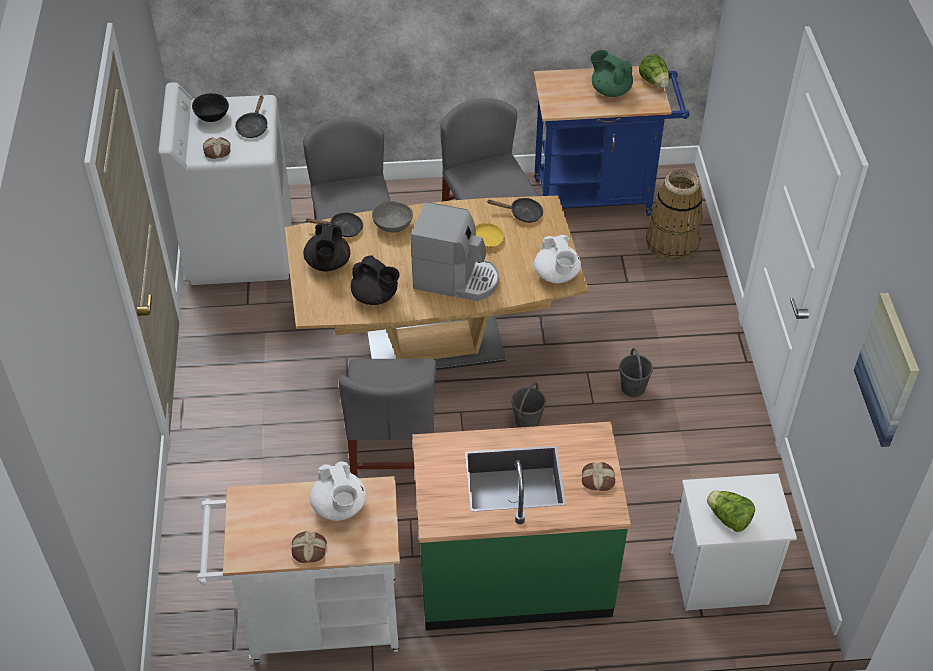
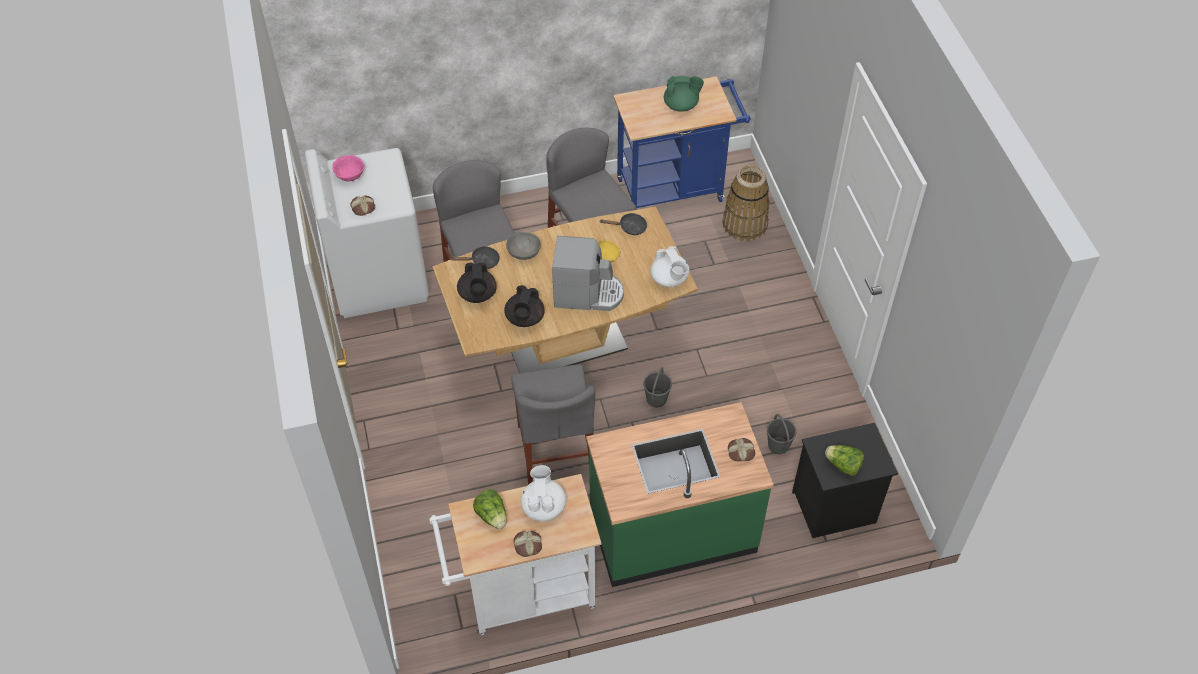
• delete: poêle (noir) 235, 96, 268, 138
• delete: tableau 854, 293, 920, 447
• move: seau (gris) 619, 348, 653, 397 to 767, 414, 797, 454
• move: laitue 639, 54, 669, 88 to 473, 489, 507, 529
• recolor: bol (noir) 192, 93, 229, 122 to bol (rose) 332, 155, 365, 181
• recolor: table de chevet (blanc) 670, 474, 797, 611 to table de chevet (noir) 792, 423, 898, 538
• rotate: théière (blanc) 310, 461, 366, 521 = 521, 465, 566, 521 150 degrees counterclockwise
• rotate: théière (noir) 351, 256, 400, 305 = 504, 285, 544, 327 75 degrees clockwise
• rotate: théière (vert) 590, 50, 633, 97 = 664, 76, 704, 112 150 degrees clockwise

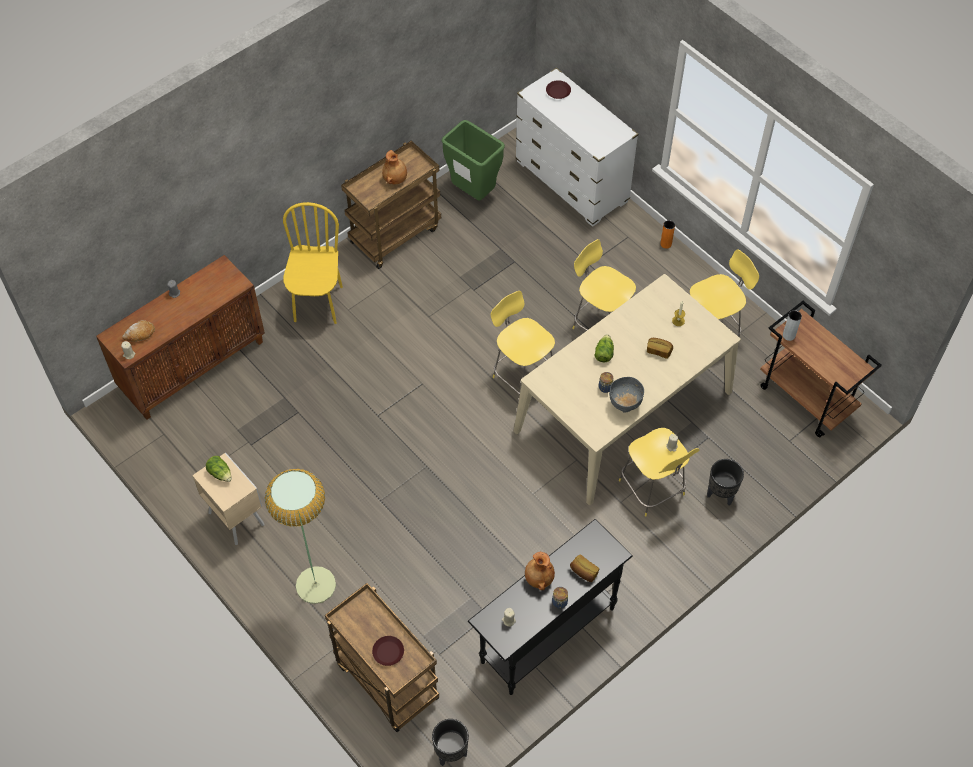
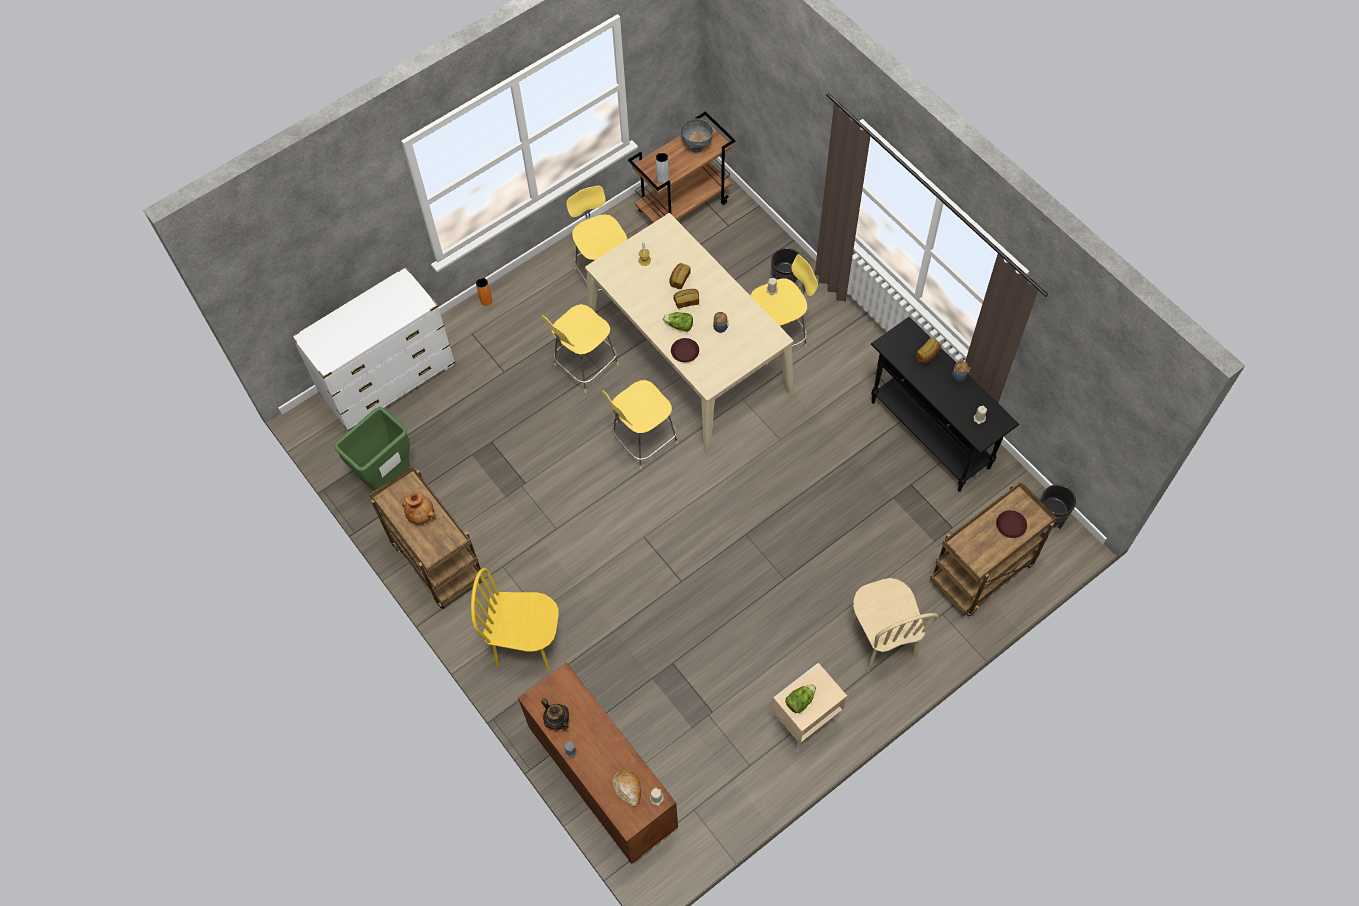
• delete: vase (marron) 525, 552, 555, 590
• insert: théière 541, 698, 569, 730
• insert: pain 673, 289, 699, 309
• move: assiette (marron) 546, 80, 571, 99 to 671, 338, 699, 362
• move: bol (gris) 609, 377, 644, 412 to 681, 118, 713, 153
• replace: lampadaire 265, 469, 336, 604 to chaise (beige) 850, 578, 939, 672

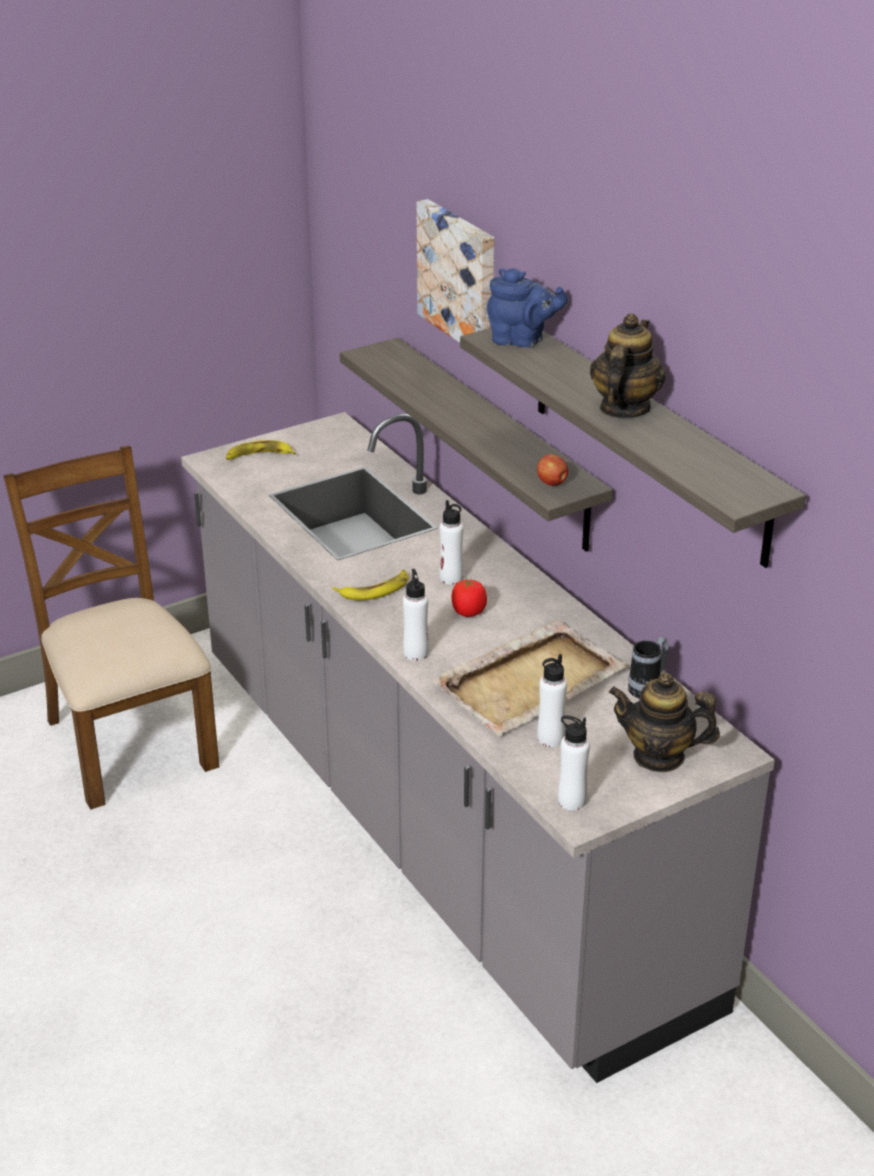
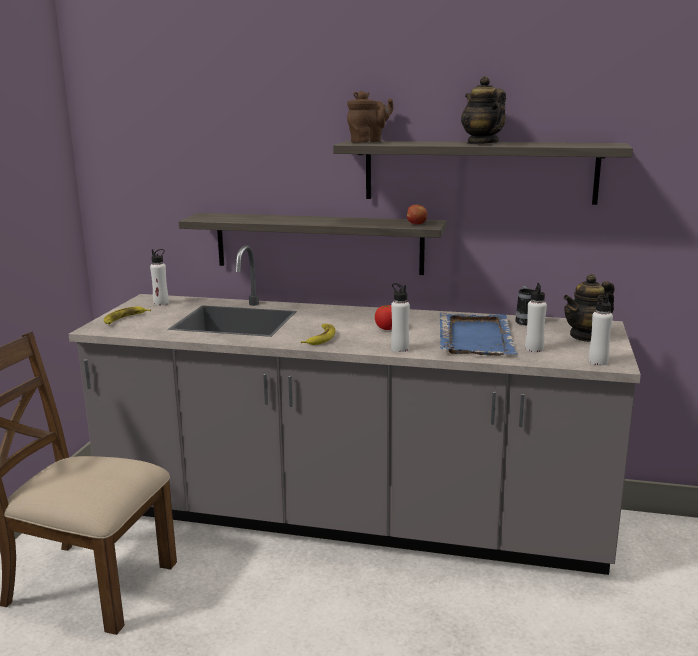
• delete: tableau 416, 199, 494, 343
• move: bouteille (blanc) 439, 500, 464, 585 to 150, 249, 169, 305
• recolor: plateau (beige) 431, 620, 627, 736 to plateau (bleu) 440, 313, 517, 356
• recolor: théière (bleu) 487, 268, 568, 347 to théière (marron) 347, 91, 393, 143

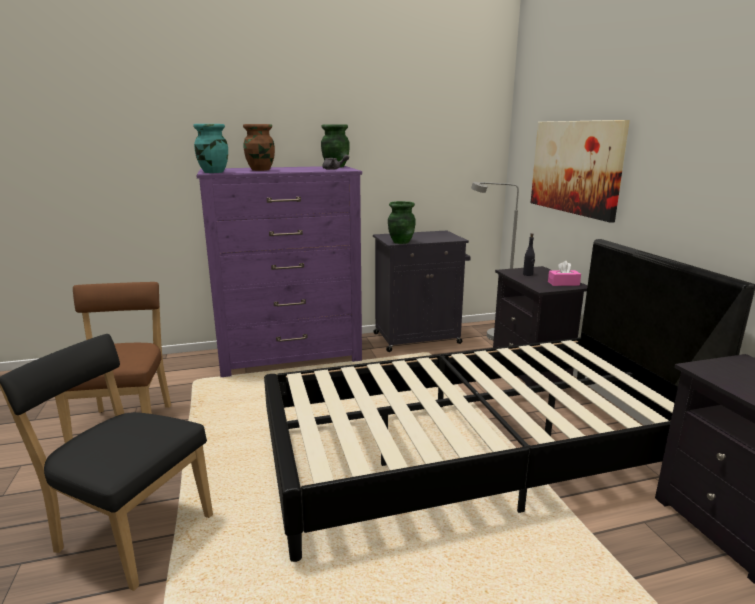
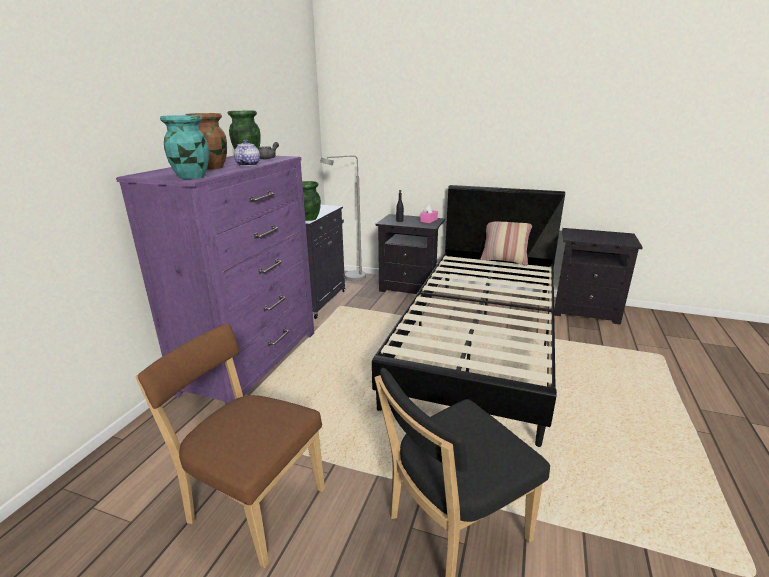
• delete: tableau 531, 120, 630, 223
• insert: théière 234, 140, 260, 166
• insert: coussin 481, 222, 532, 266

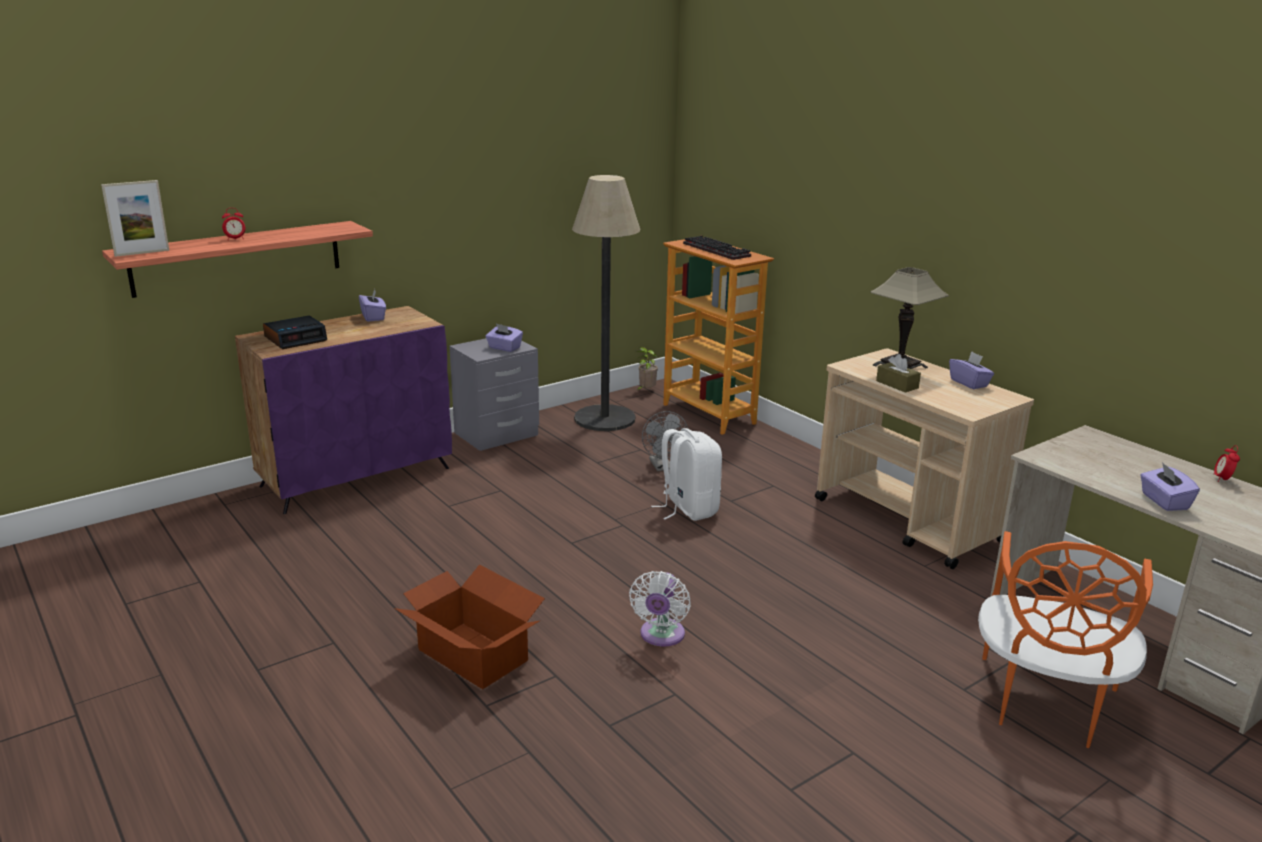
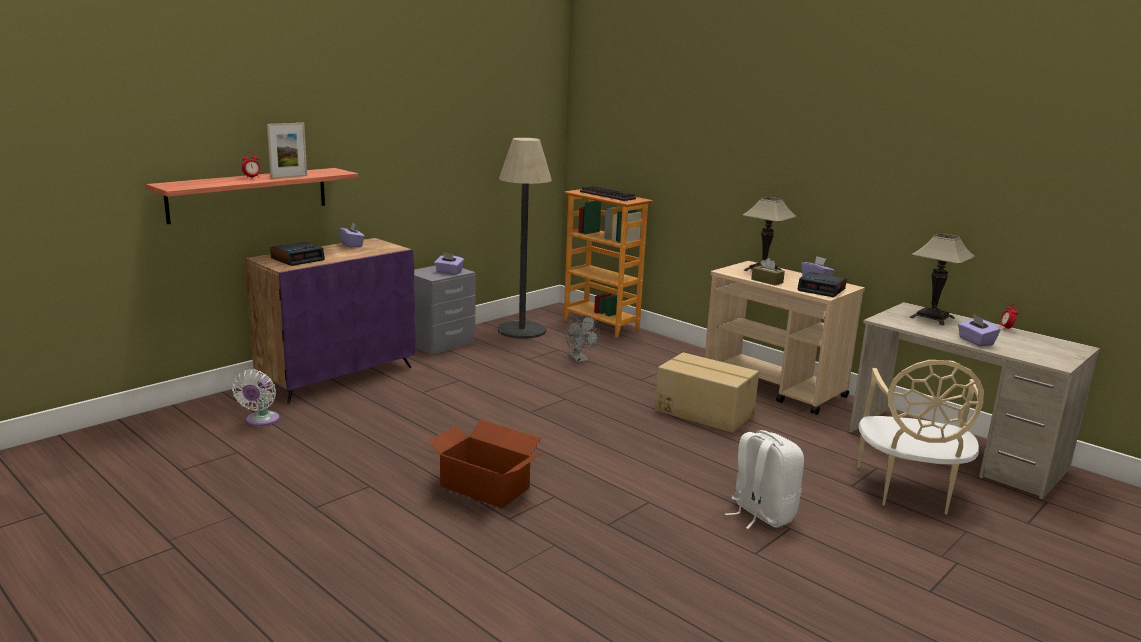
• delete: plante en pot 635, 347, 658, 392
• insert: carton 655, 352, 759, 433
• insert: réveil 797, 272, 847, 297
• insert: lampe de table 910, 233, 976, 325
• move: cadre photo 101, 180, 169, 257 to 267, 123, 307, 179
• move: ventilateur (blanc) 629, 571, 691, 646 to 232, 369, 280, 426
• move: sac à dos (blanc) 651, 428, 722, 521 to 725, 430, 804, 529
• recolor: chaise (orange) 978, 531, 1153, 748 to chaise (beige) 857, 360, 984, 515

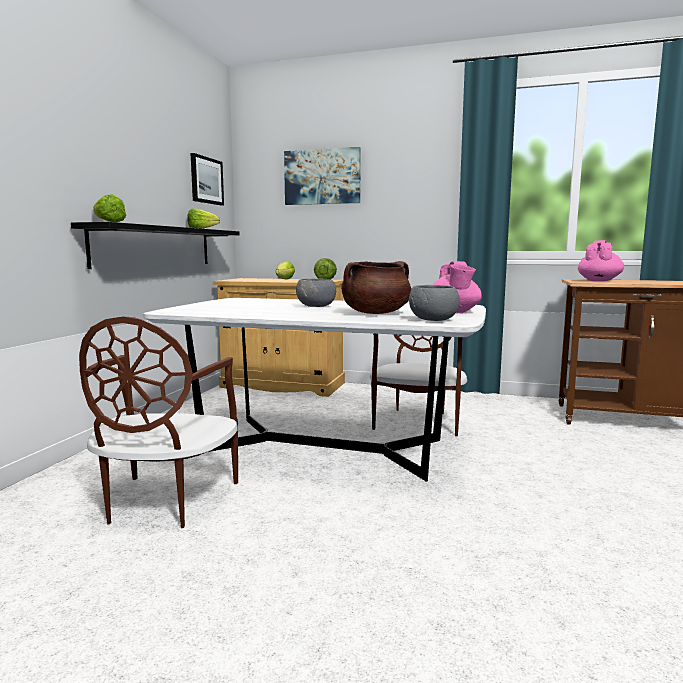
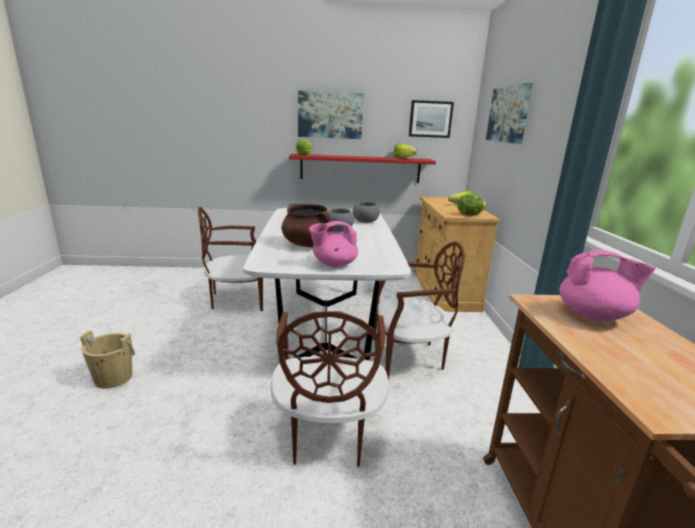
• insert: seau (beige) 80, 330, 135, 389
• insert: chaise (marron) 271, 311, 389, 467
• insert: tableau 298, 91, 364, 139
• move: bol (gris) 409, 285, 460, 321 to 353, 201, 380, 223
• recolor: étagère (noir) 71, 222, 240, 269 to étagère (rouge) 289, 154, 436, 183

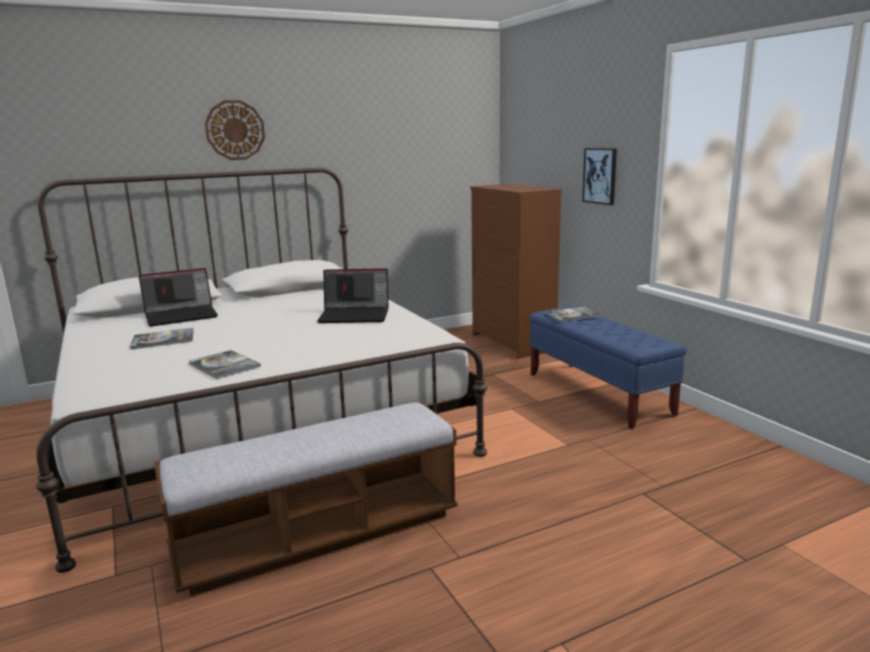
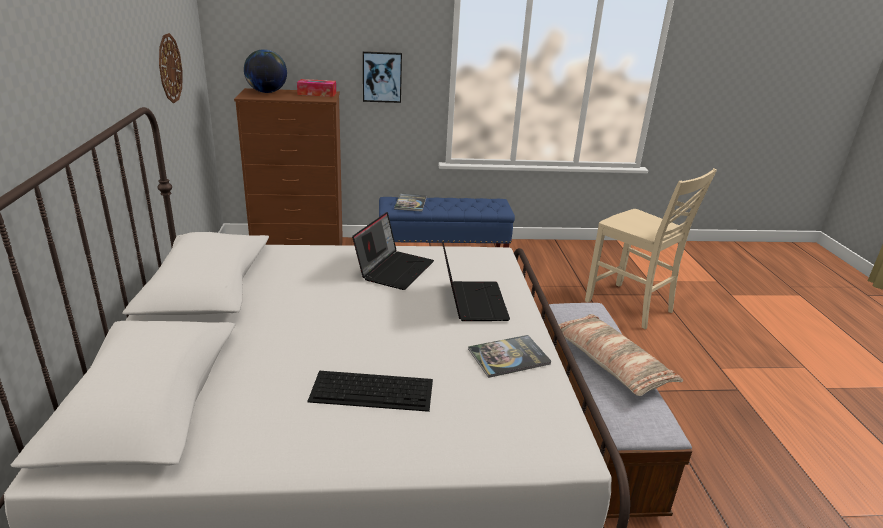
• insert: globe 244, 49, 287, 93
• insert: boîte à mouchoirs 297, 79, 336, 97
• insert: coussin 558, 314, 683, 396
• insert: chaise (beige) 585, 168, 717, 329
• move: ordinateur portable 139, 268, 218, 327 to 442, 242, 510, 321
• move: horloge murale 205, 100, 265, 160 to 159, 33, 183, 103
• replace: livre 130, 328, 193, 349 to clavier 307, 371, 433, 412

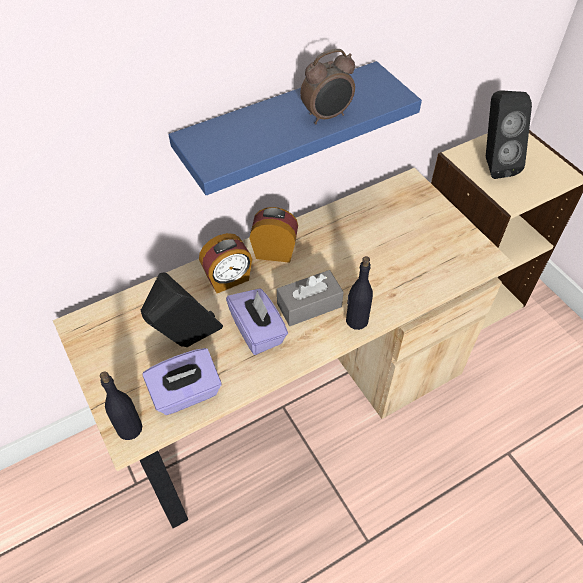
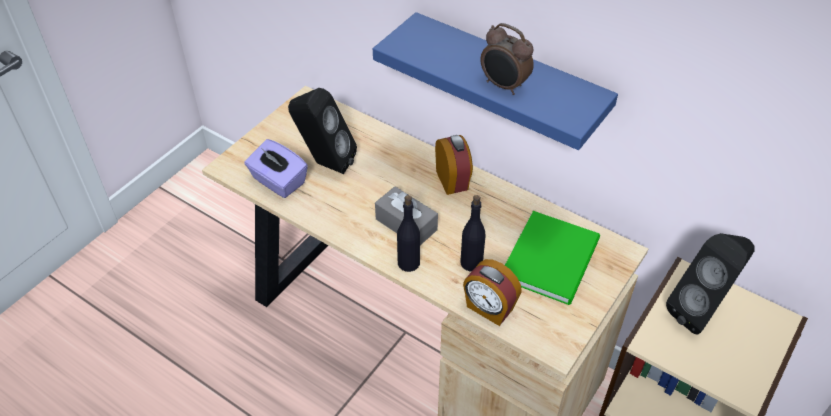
• delete: boîte à mouchoirs (violet) 226, 288, 288, 355
• insert: livre (vert) 505, 211, 600, 305
• move: bouteille (noir) 100, 372, 142, 440 to 460, 195, 485, 271
• move: réveil 199, 233, 252, 293 to 463, 259, 522, 326

